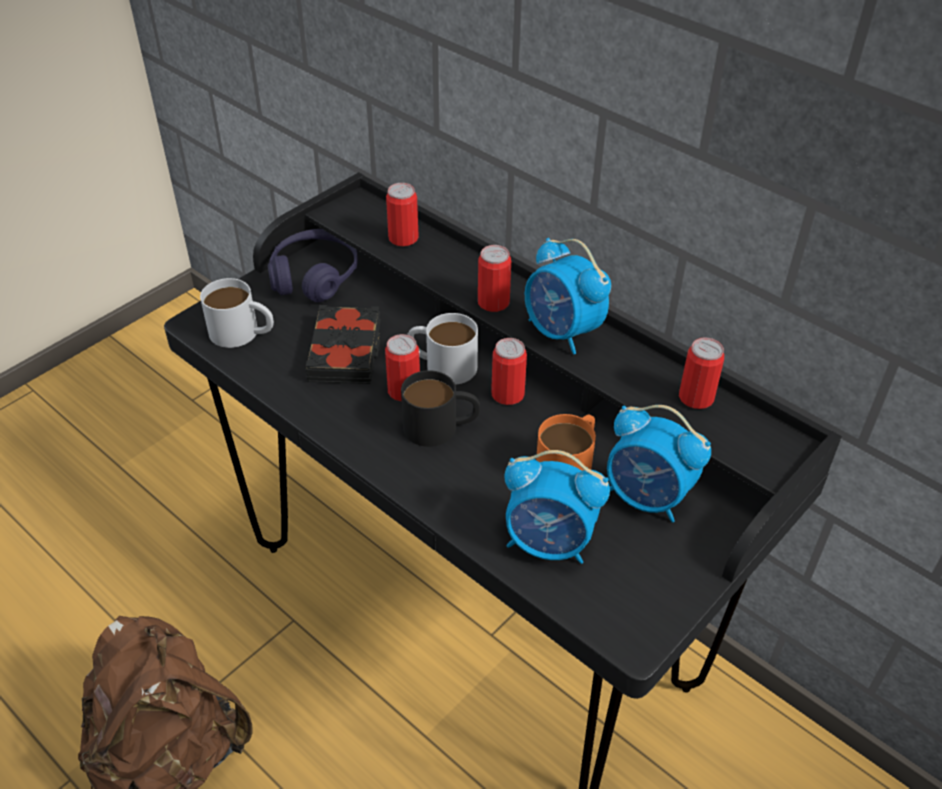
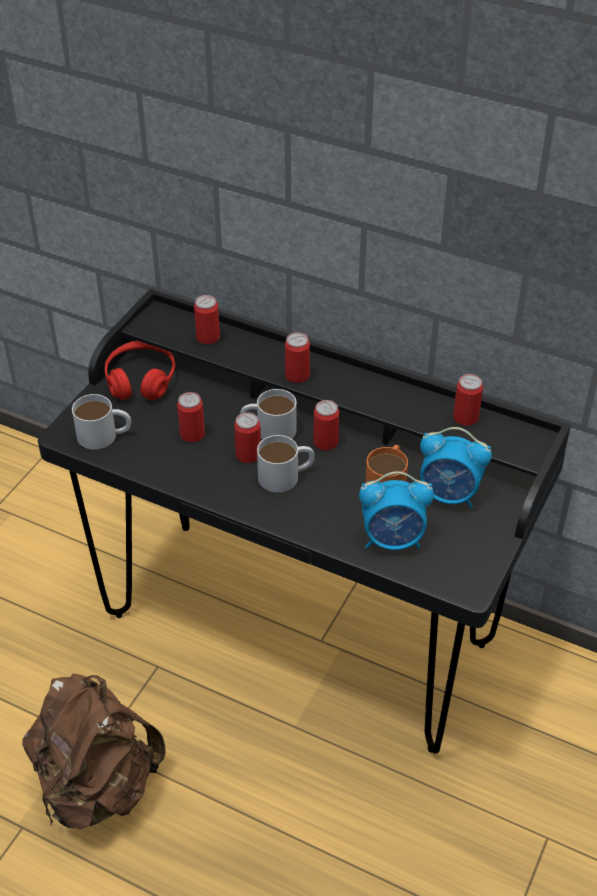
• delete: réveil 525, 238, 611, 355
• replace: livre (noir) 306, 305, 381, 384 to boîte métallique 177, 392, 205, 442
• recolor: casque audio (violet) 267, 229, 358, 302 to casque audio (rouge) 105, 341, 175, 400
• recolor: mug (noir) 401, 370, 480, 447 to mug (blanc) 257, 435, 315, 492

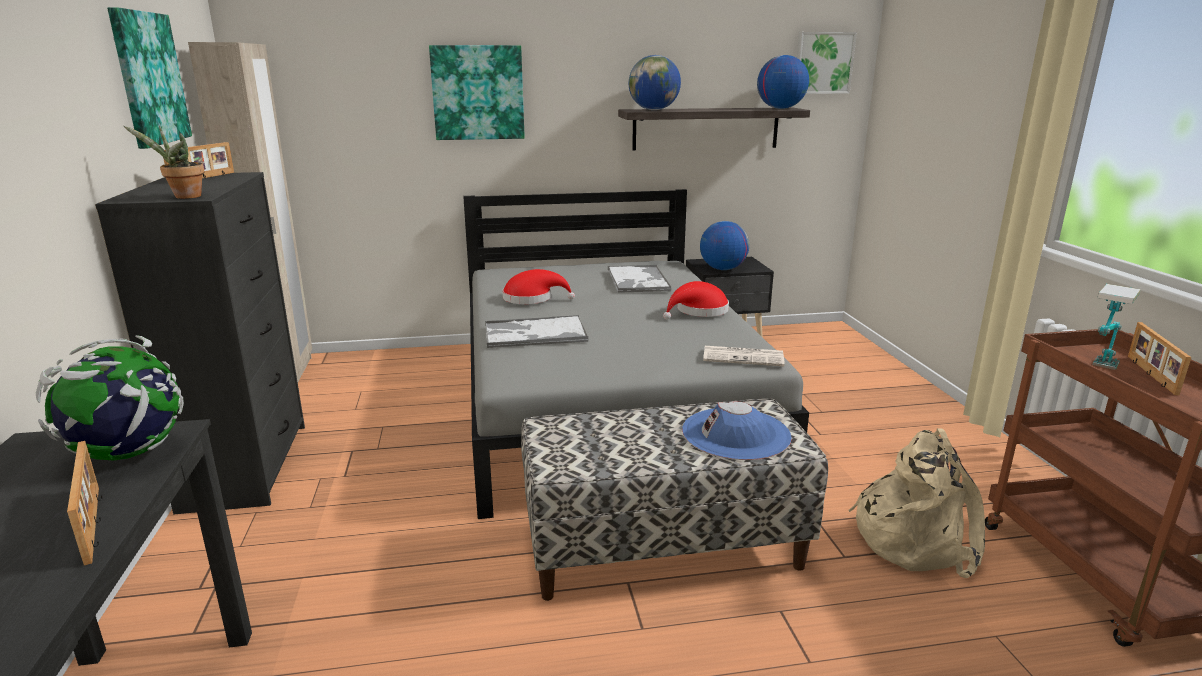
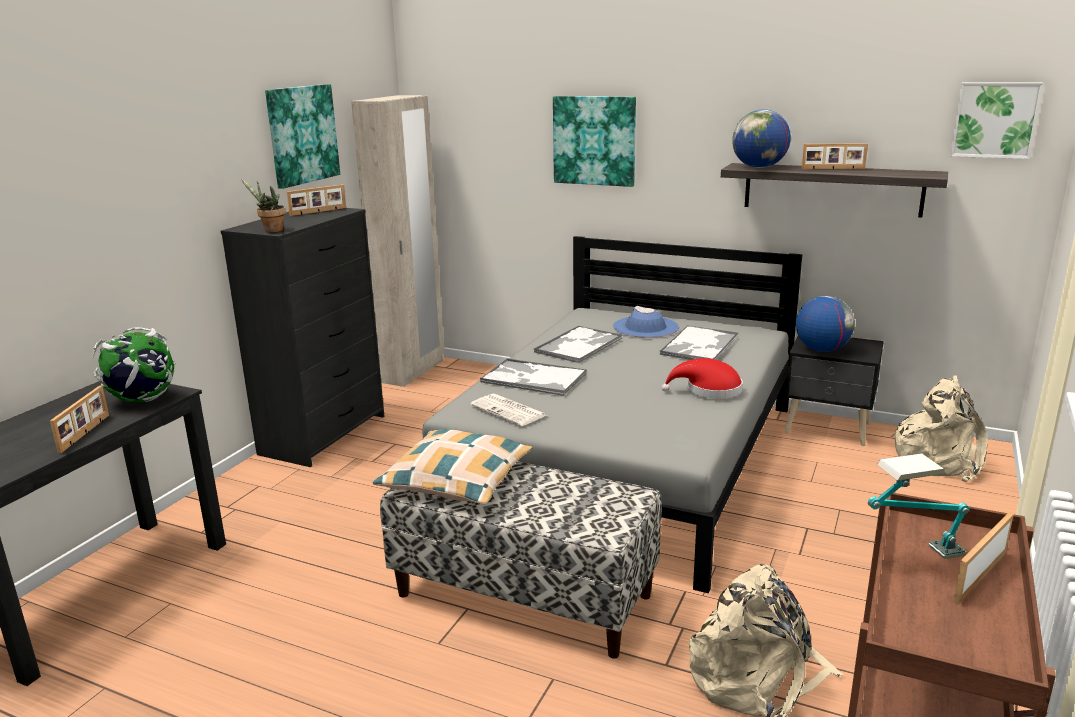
• delete: globe 757, 55, 809, 109
• insert: coussin 373, 430, 533, 505
• insert: cadre photo 801, 144, 868, 169
• insert: sac à dos (beige) 891, 375, 987, 482
• move: chapeau (bleu) 682, 401, 792, 460 to 613, 306, 679, 338
• move: journal 703, 346, 785, 366 to 470, 394, 547, 426
• replace: chapeau (rouge) 503, 269, 575, 304 to plateau 534, 326, 622, 363

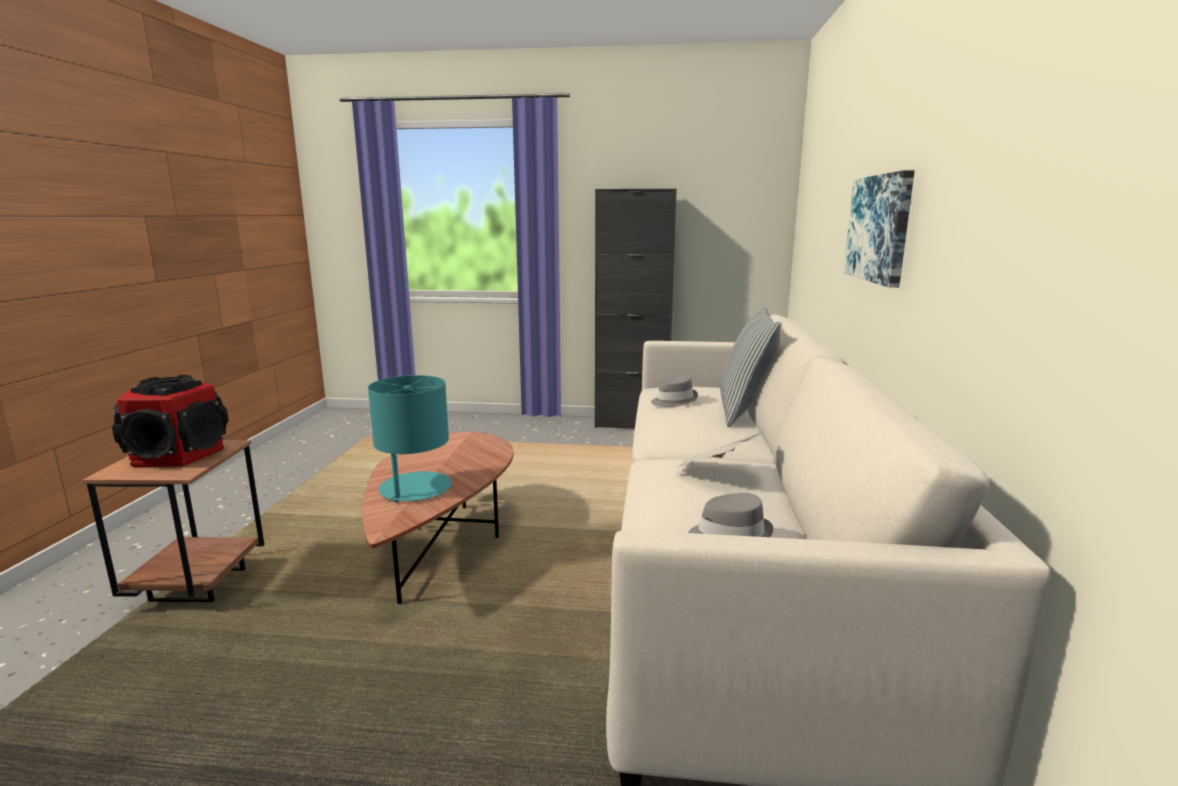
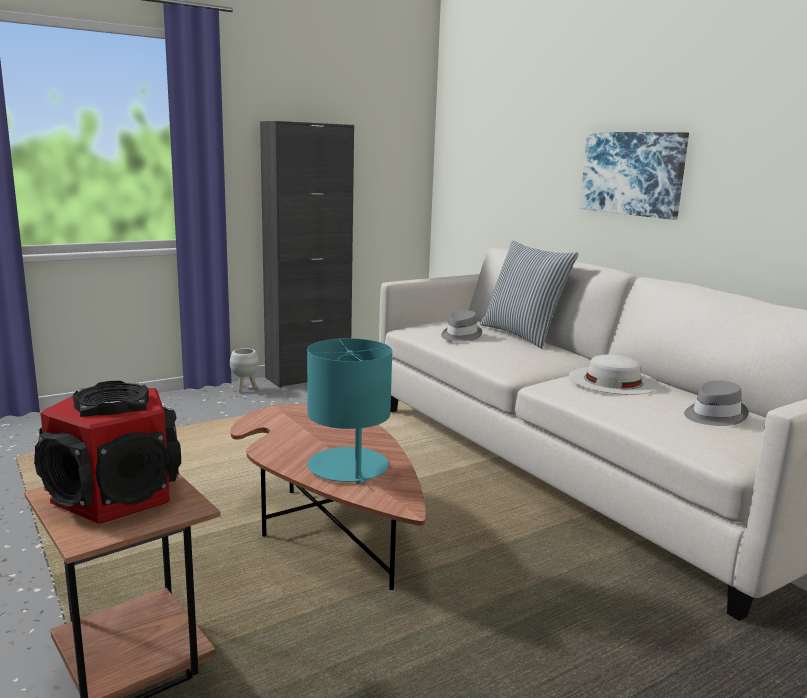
• insert: cache-pot (blanc) 230, 348, 259, 392
• replace: journal 675, 432, 761, 468 to chapeau (blanc) 569, 354, 659, 395

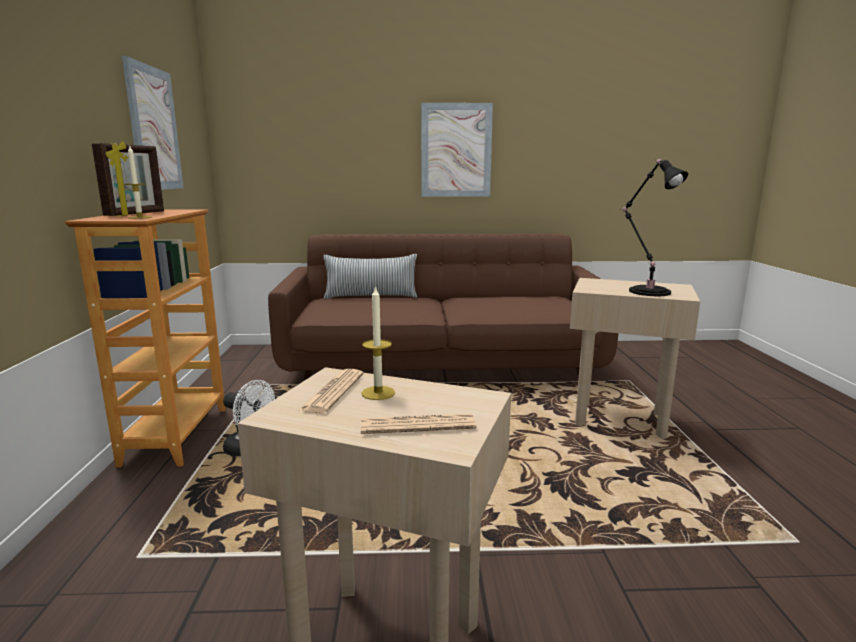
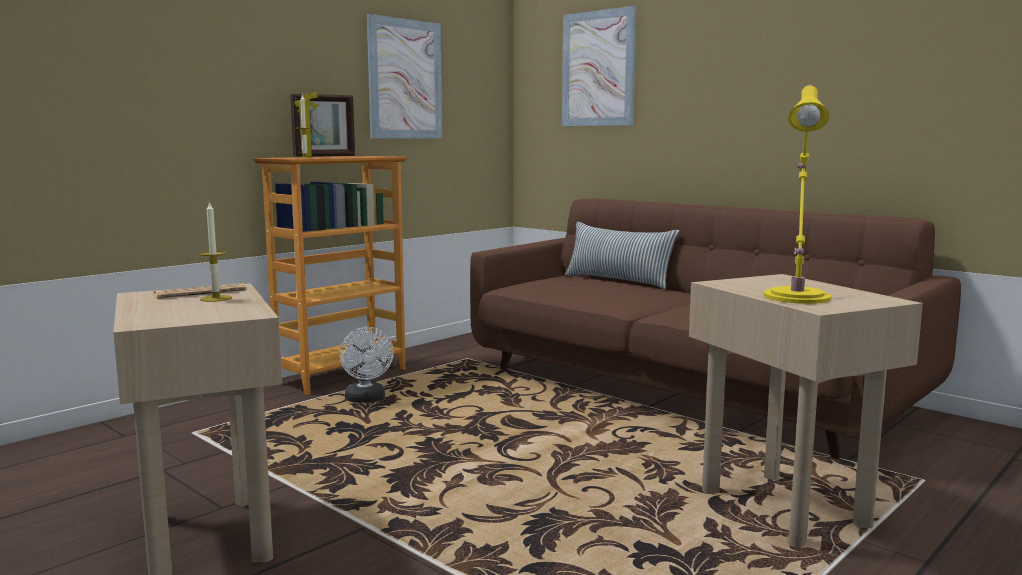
• delete: journal 361, 413, 476, 434
• move: tableau 421, 103, 493, 197 to 562, 6, 637, 126
• recolor: lampe de table (noir) 621, 159, 688, 296 to lampe de table (jaune) 764, 85, 831, 304

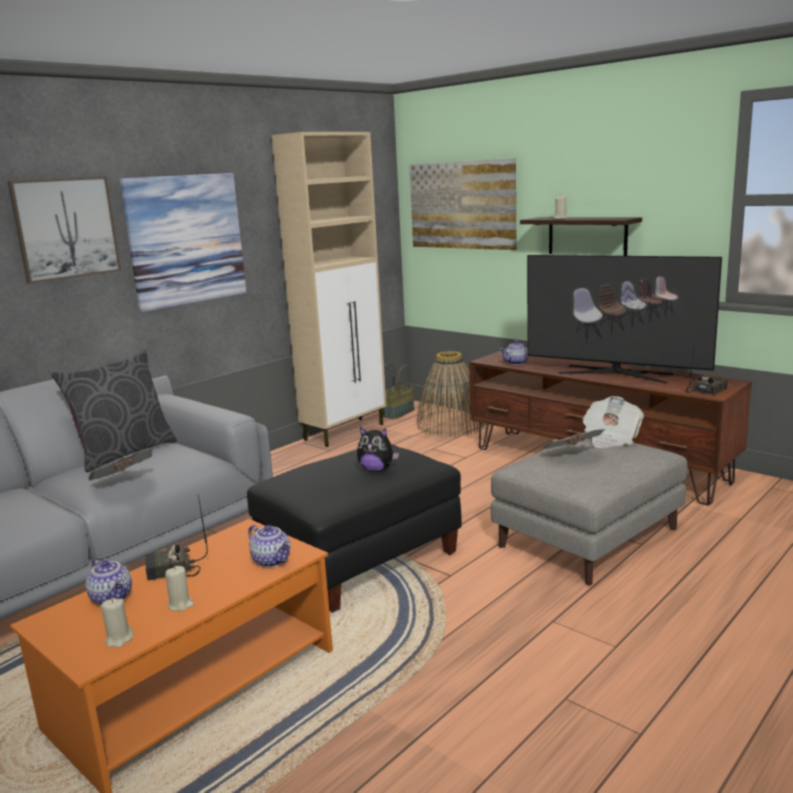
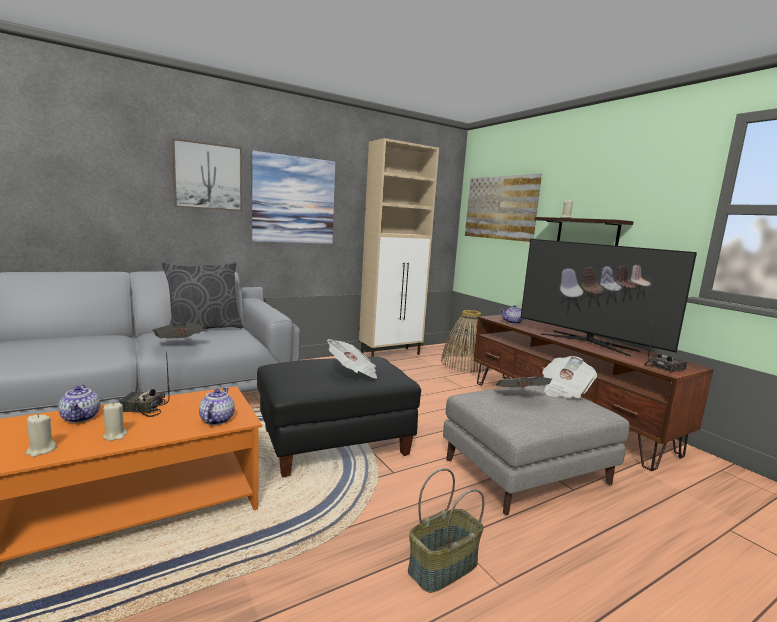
• move: panier 382, 363, 415, 419 to 408, 468, 485, 593
• replace: peluche 357, 427, 399, 472 to journal 327, 339, 377, 379
• rotate: théière 248, 525, 291, 567 = 199, 387, 235, 425 150 degrees counterclockwise

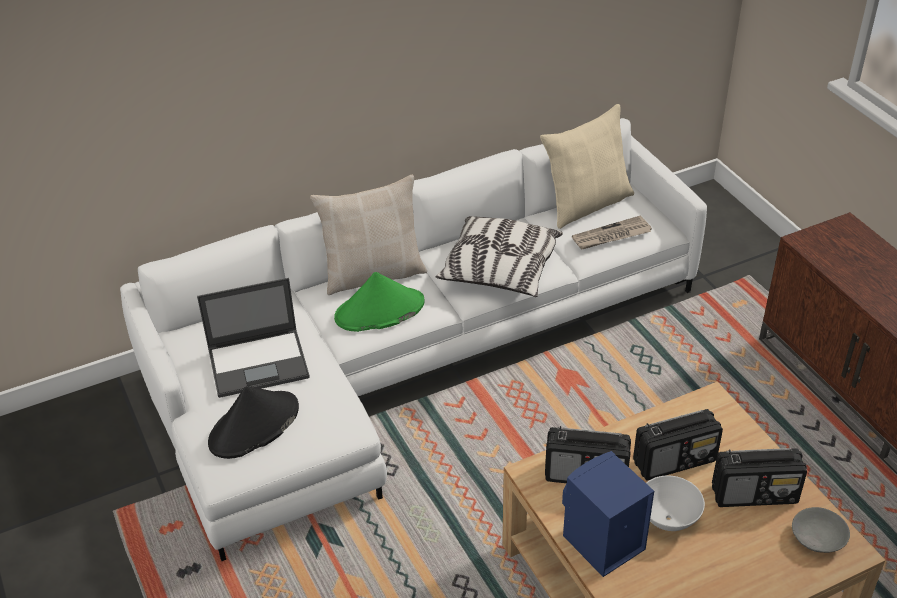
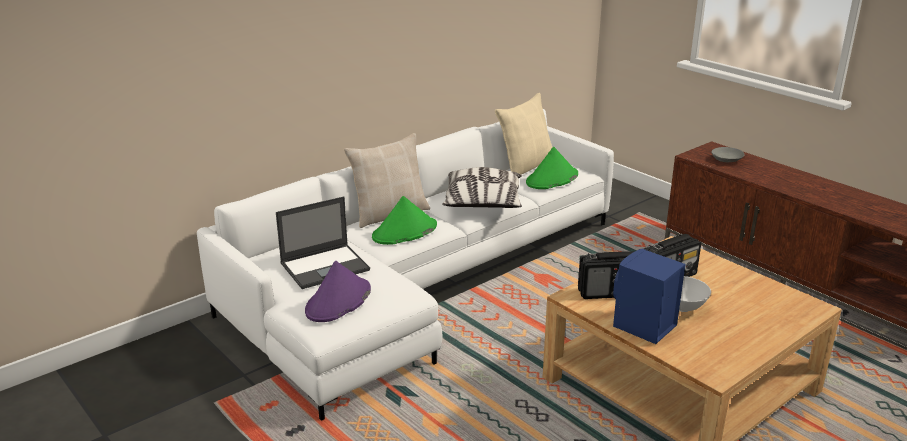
• delete: radio 712, 448, 807, 507
• move: bol (gris) 792, 507, 850, 553 to 711, 147, 745, 162
• replace: journal 572, 215, 652, 249 to chapeau (vert) 526, 147, 578, 189
• recolor: chapeau (noir) 208, 386, 299, 459 to chapeau (violet) 305, 261, 371, 322

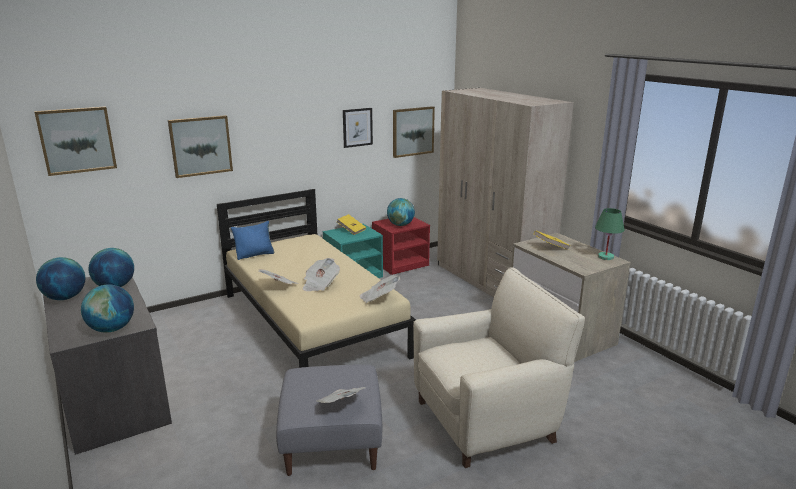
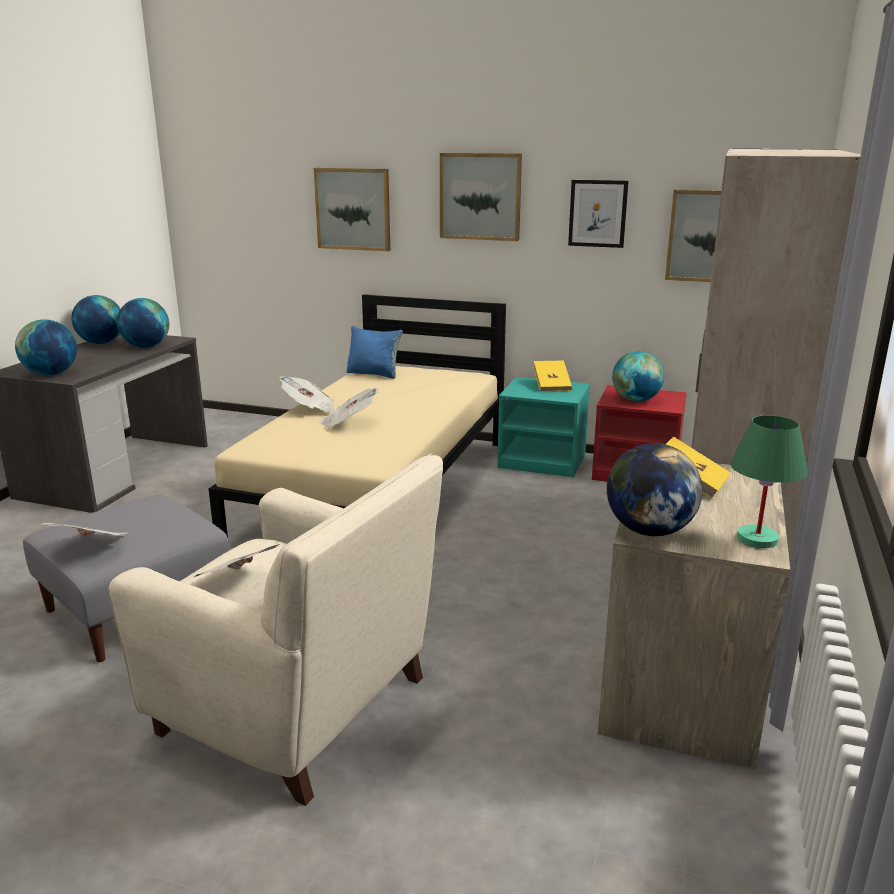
• insert: globe 607, 443, 703, 536
• move: tableau 34, 106, 117, 176 to 440, 153, 522, 241
• move: journal 360, 275, 400, 303 to 194, 544, 280, 577

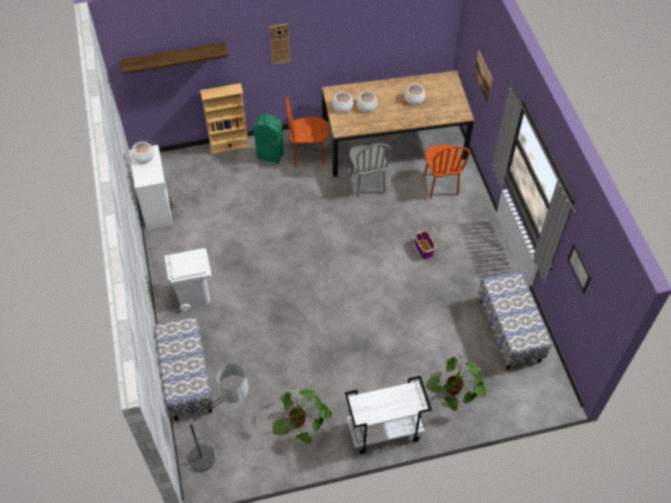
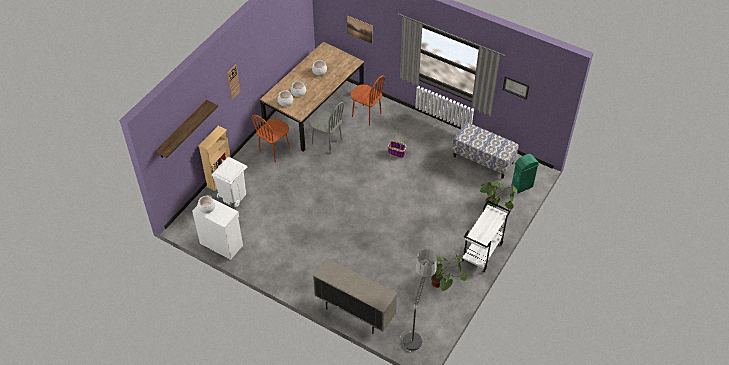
• move: poubelle (blanc) 164, 248, 211, 311 to 211, 157, 247, 207
• move: poubelle (vert) 252, 114, 284, 164 to 511, 154, 539, 193
• replace: banc 155, 317, 214, 421 to meuble de rangement (beige) 313, 258, 397, 334

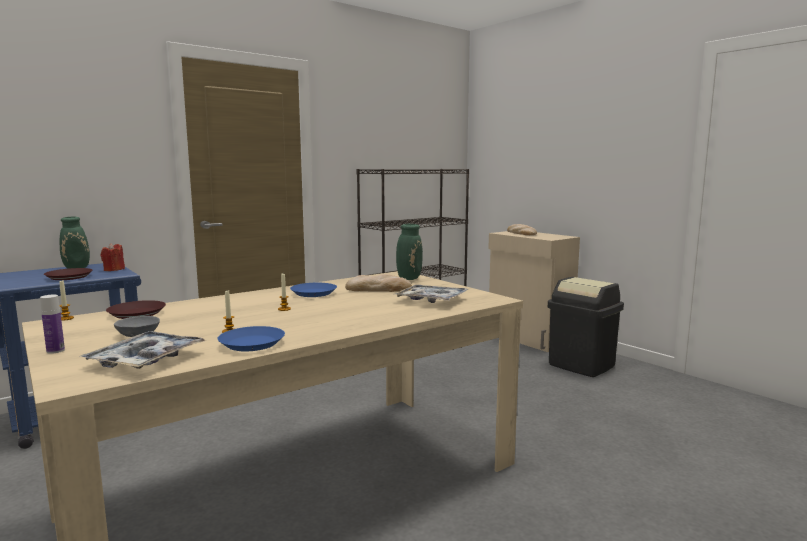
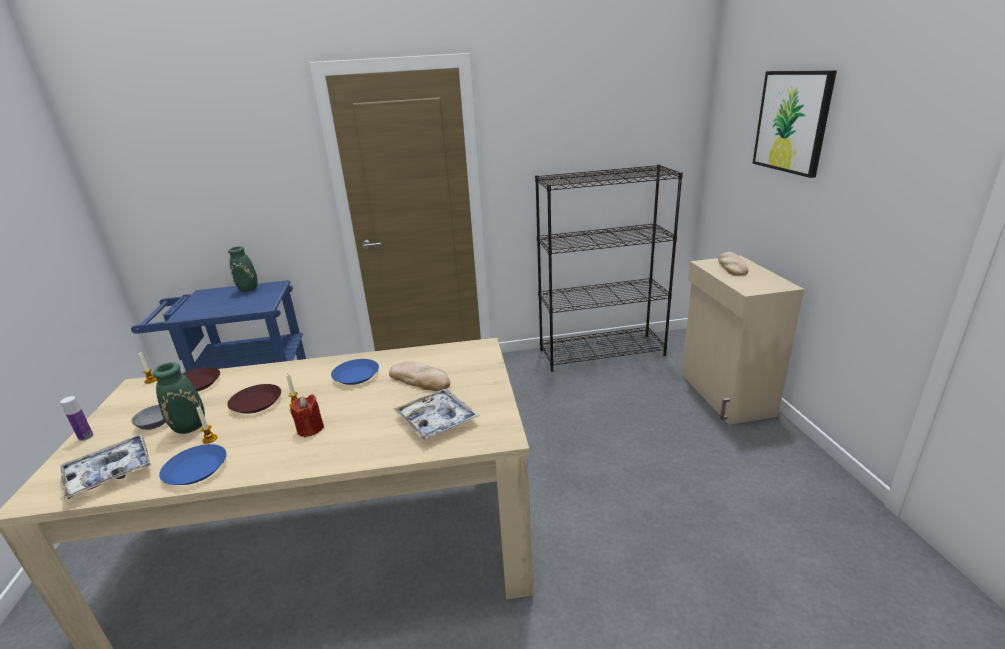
• delete: poubelle (noir) 548, 277, 624, 377
• insert: tableau 753, 70, 837, 178
• move: assiette (marron) 44, 268, 92, 280 to 227, 384, 281, 414
• move: bougie (rouge) 101, 243, 125, 271 to 291, 394, 324, 437
• move: vase (vert) 396, 224, 423, 280 to 153, 362, 205, 434

